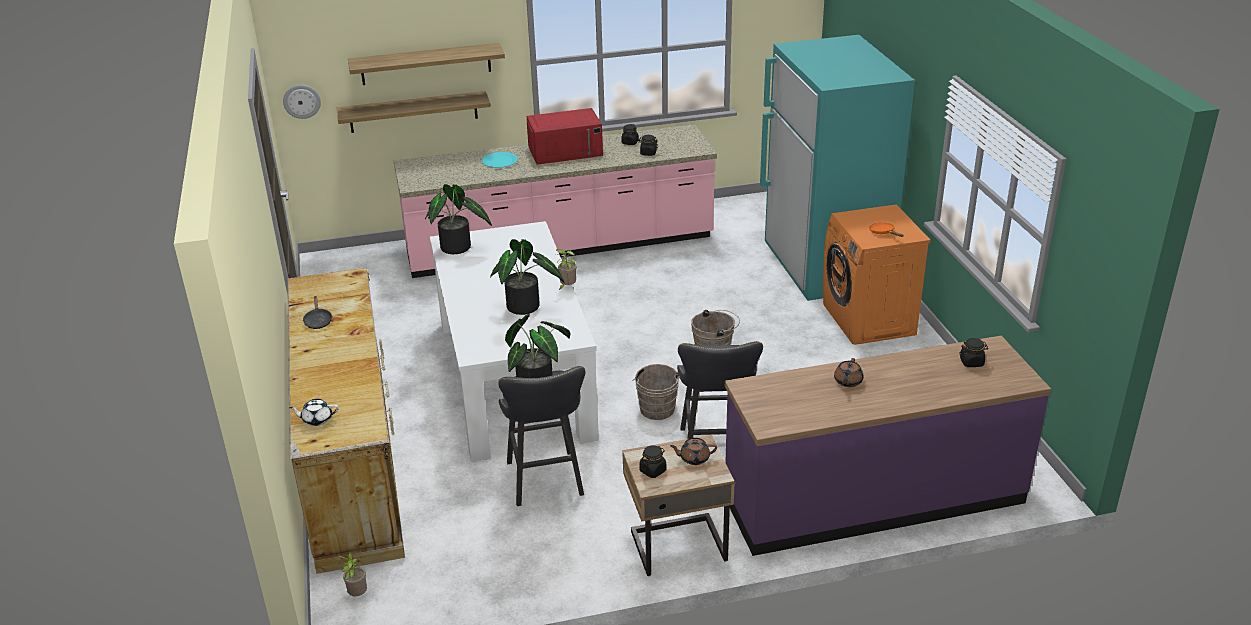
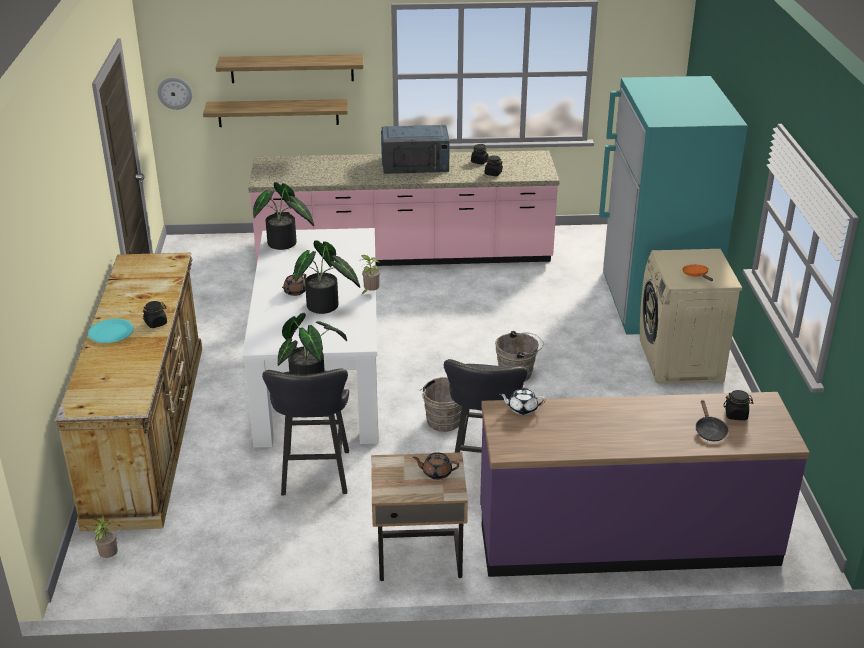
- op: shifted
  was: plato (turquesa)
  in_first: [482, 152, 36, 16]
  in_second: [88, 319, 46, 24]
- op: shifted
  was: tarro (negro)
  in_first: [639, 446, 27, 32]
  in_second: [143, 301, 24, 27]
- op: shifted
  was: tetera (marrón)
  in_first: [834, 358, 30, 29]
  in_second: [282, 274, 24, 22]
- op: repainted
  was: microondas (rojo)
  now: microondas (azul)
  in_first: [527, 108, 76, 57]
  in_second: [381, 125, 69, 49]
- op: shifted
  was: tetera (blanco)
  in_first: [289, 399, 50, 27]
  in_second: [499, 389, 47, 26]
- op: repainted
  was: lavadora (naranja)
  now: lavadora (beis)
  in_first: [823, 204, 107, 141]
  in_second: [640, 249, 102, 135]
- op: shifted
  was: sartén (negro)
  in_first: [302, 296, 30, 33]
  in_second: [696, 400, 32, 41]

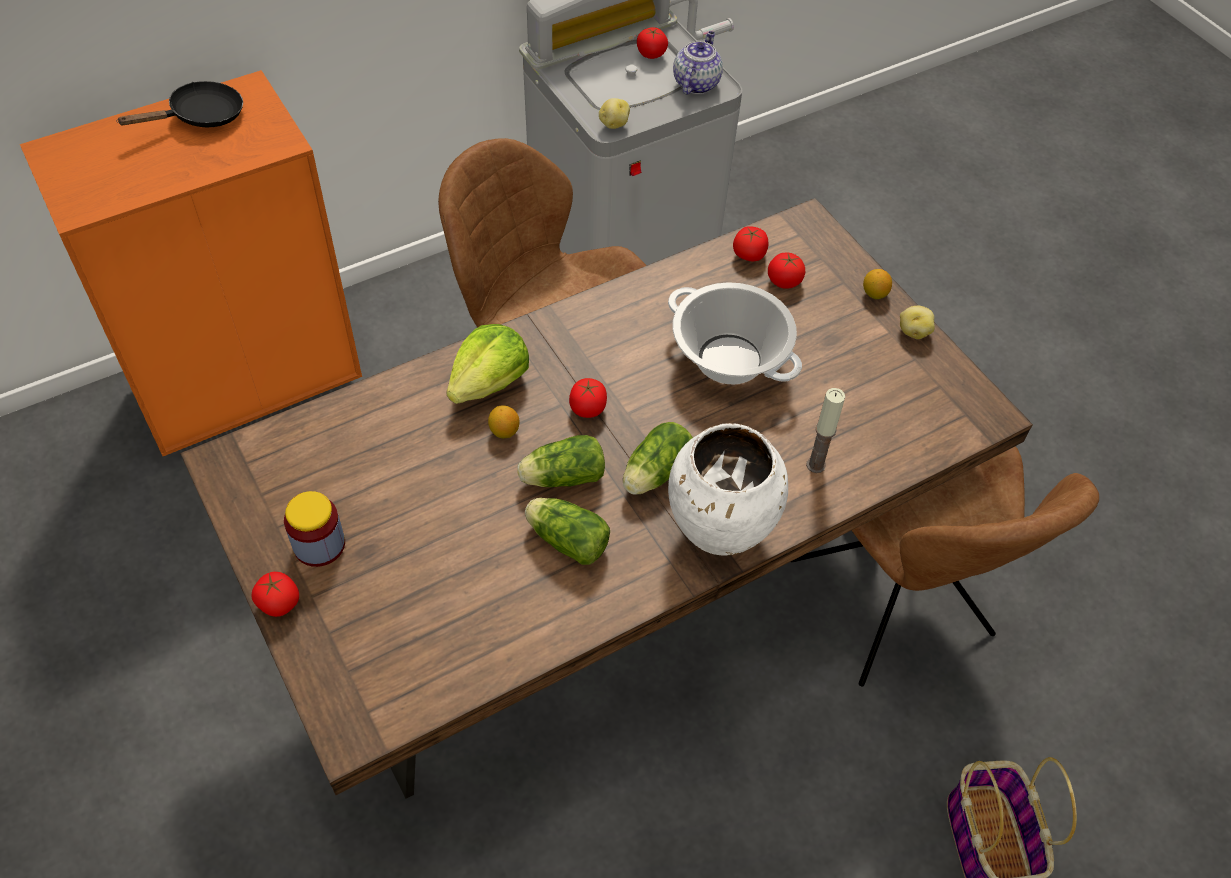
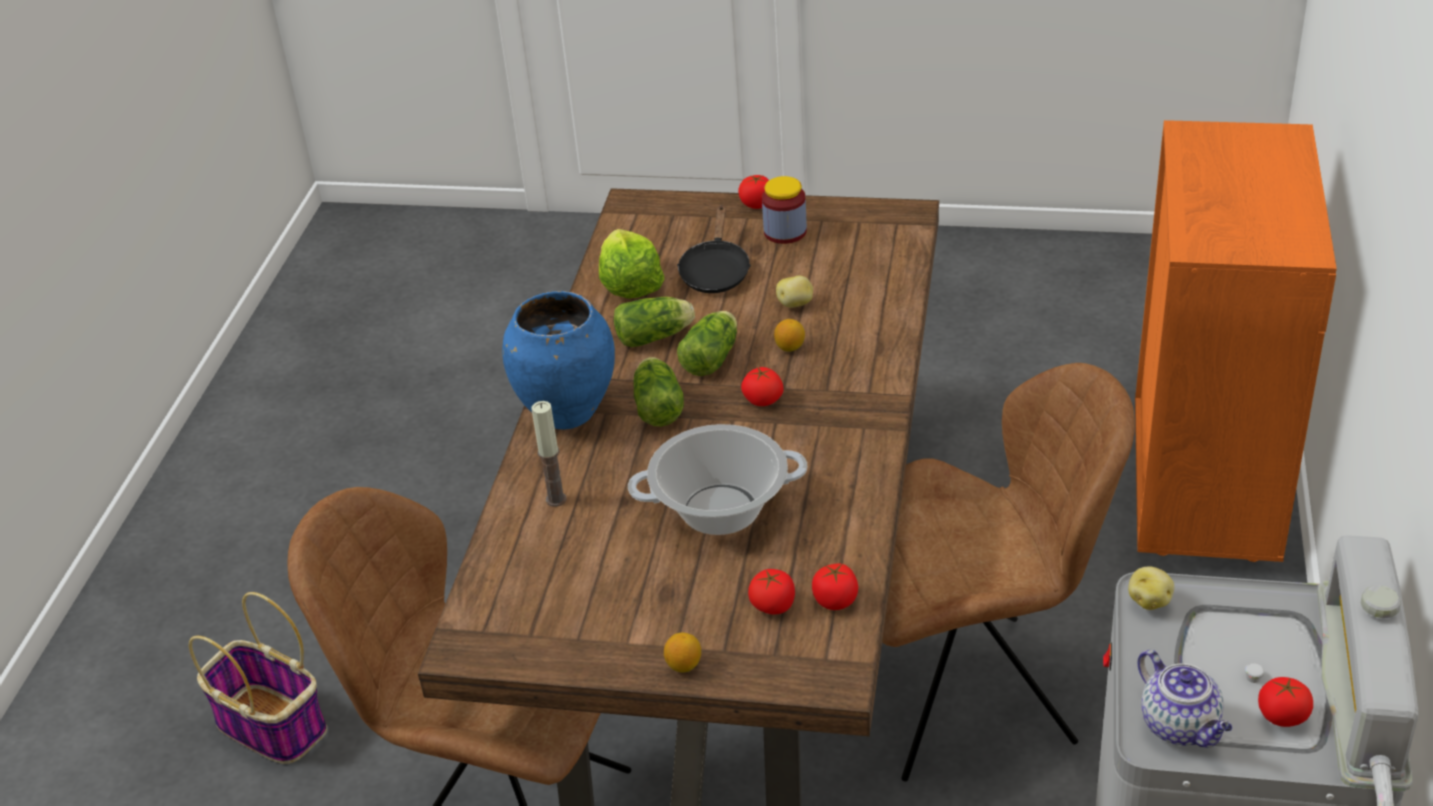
- op: repainted
  was: florero (blanco)
  now: florero (azul)
  in_first: [668, 423, 120, 132]
  in_second: [502, 291, 113, 139]
- op: shifted
  was: lechuga
  in_first: [446, 324, 83, 80]
  in_second: [599, 229, 65, 70]
- op: shifted
  was: sartén (negro)
  in_first: [116, 81, 127, 46]
  in_second: [677, 205, 74, 88]
- op: shifted
  was: patata
  in_first: [900, 306, 35, 33]
  in_second: [776, 275, 37, 33]

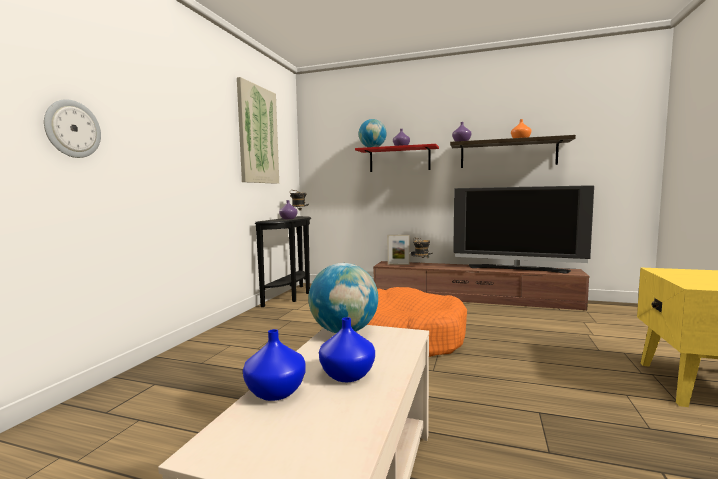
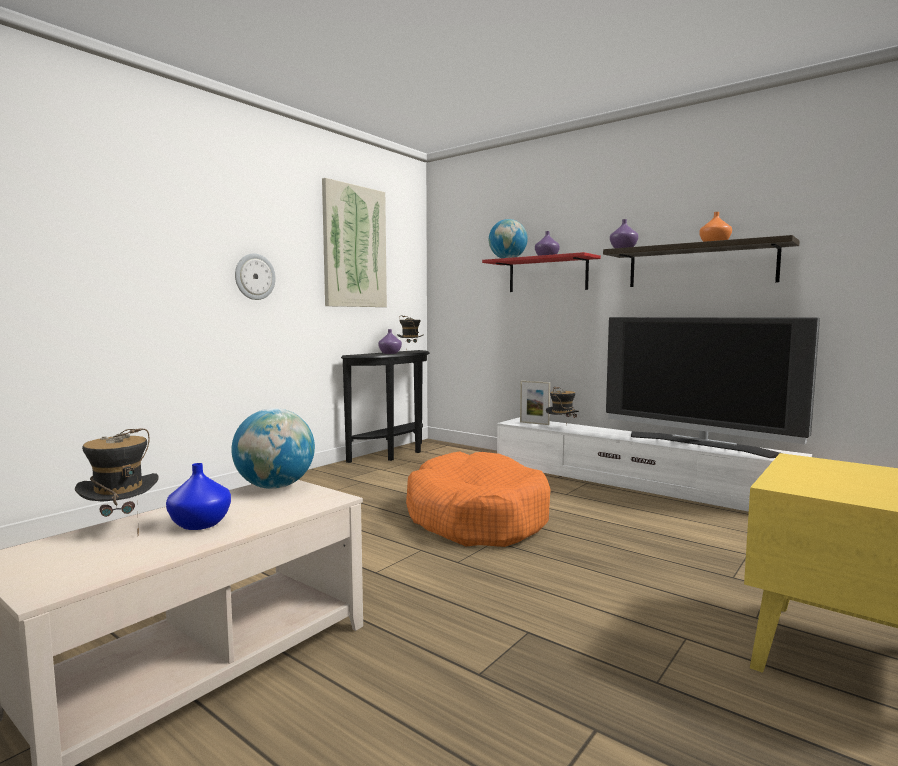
- op: swapped
  was: florero (azul)
  now: sombrero
  in_first: [243, 329, 63, 72]
  in_second: [75, 428, 84, 106]
- op: shifted
  was: reloj de pared
  in_first: [44, 99, 57, 59]
  in_second: [235, 253, 41, 47]
- op: repainted
  was: mueble de televisión (marrón)
  now: mueble de televisión (blanco)
  in_first: [373, 261, 217, 49]
  in_second: [497, 417, 315, 95]

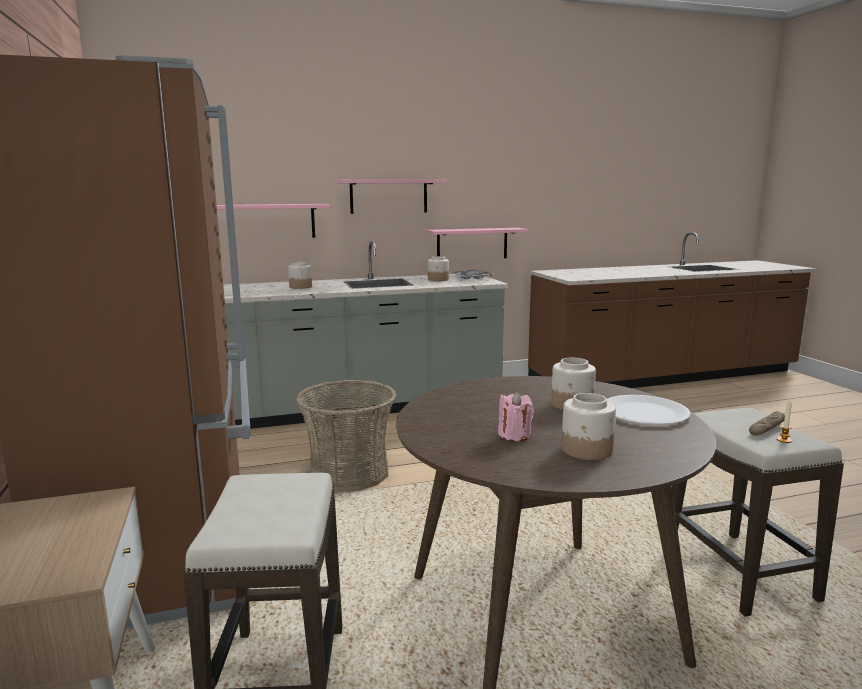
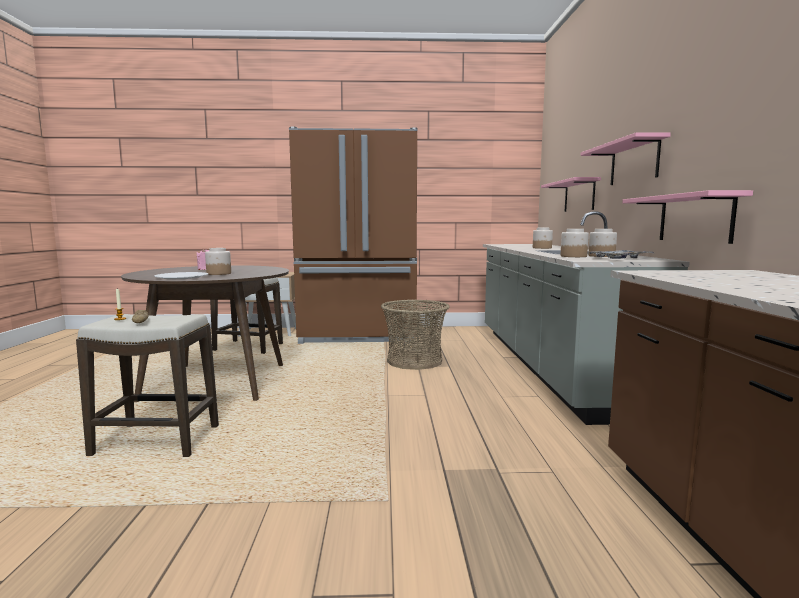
- op: shifted
  was: tarro
  in_first: [561, 393, 55, 67]
  in_second: [561, 229, 28, 28]

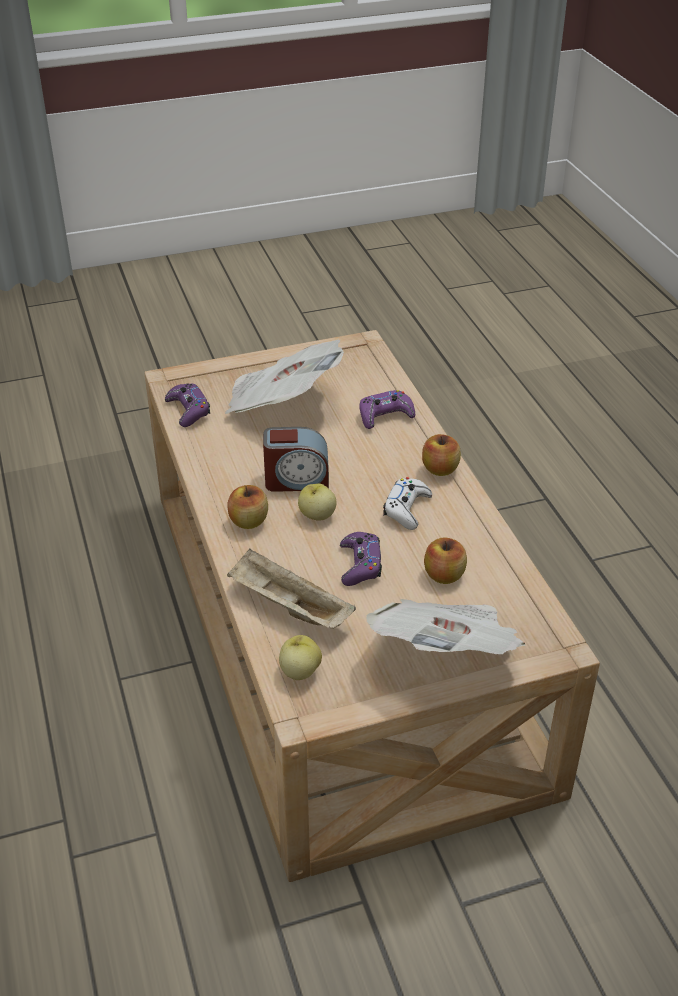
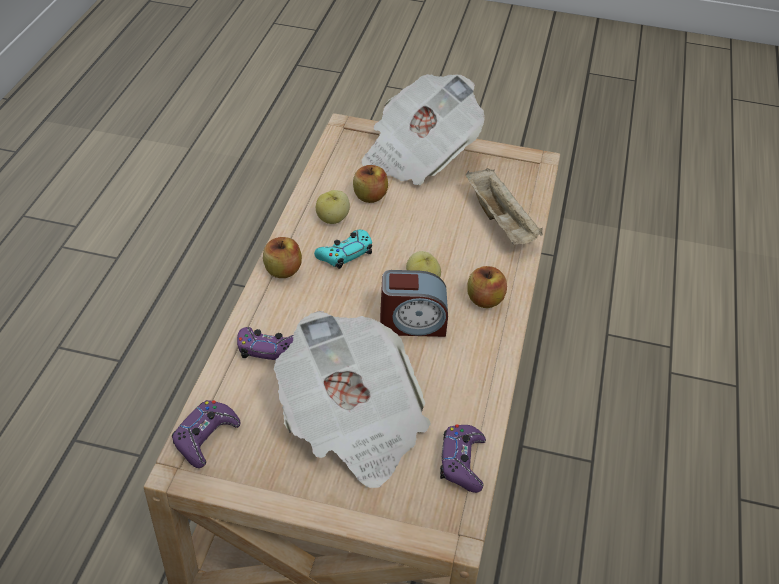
- op: shifted
  was: mando de consola (morado)
  in_first: [340, 532, 42, 54]
  in_second: [172, 400, 69, 68]
- op: repainted
  was: mando de consola (blanco)
  now: mando de consola (turquesa)
  in_first: [383, 477, 49, 53]
  in_second: [314, 230, 58, 39]
- op: shifted
  was: manzana
  in_first: [279, 635, 43, 45]
  in_second: [316, 190, 34, 34]
- op: rotated
  was: despertador
  in_first: [263, 427, 66, 65]
  in_second: [380, 270, 68, 67]
  clockwise: 150

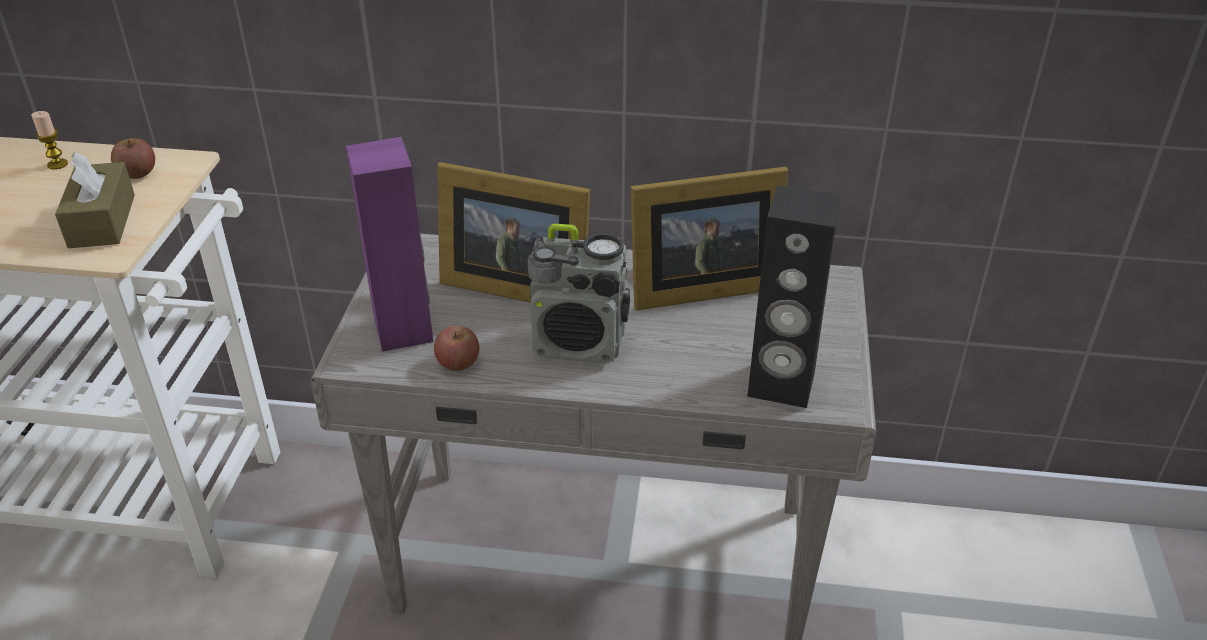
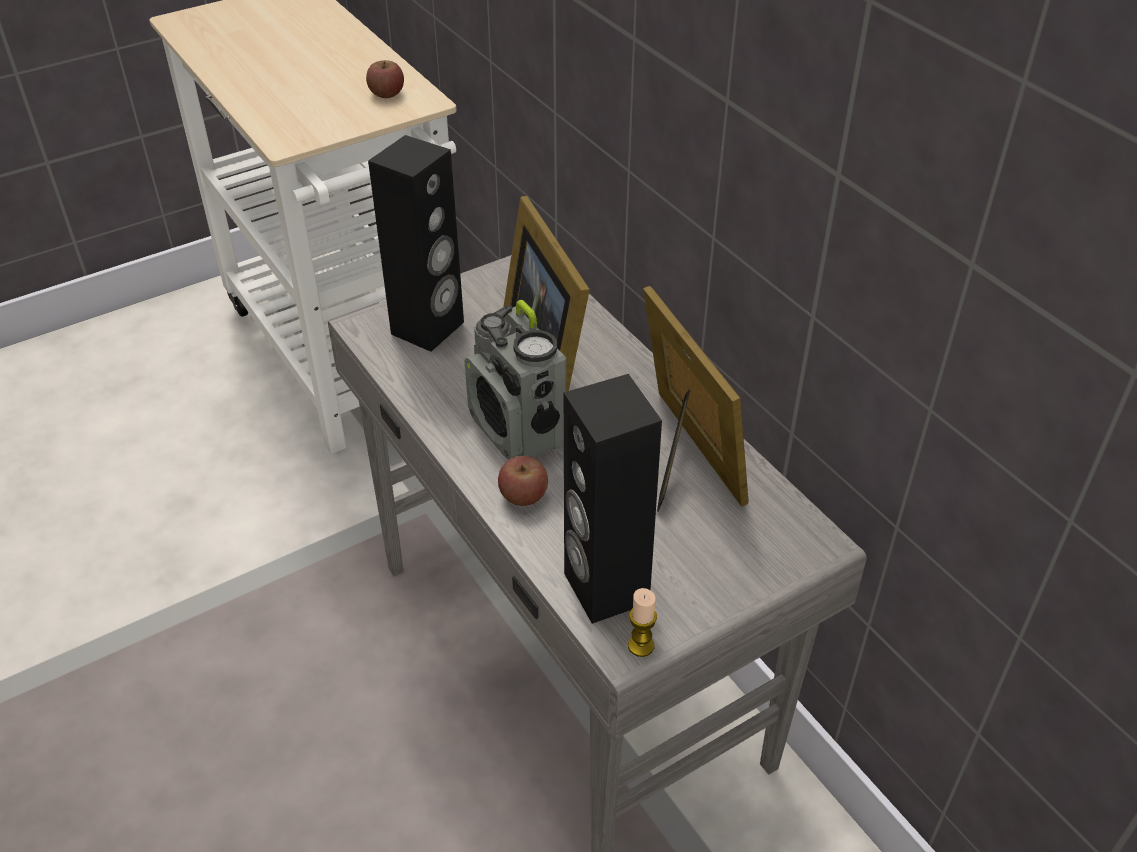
- op: repainted
  was: altavoz (morado)
  now: altavoz (negro)
  in_first: [346, 137, 87, 215]
  in_second: [368, 135, 96, 217]
- op: shifted
  was: manzana
  in_first: [434, 326, 45, 45]
  in_second: [498, 456, 50, 50]
- op: shifted
  was: vela
  in_first: [31, 111, 37, 59]
  in_second: [628, 588, 29, 69]
- op: rotated
  was: portarretratos
  in_first: [631, 167, 157, 143]
  in_second: [643, 286, 106, 226]
  clockwise: -150
- op: gone
  was: caja de pañuelos (marrón)
  in_first: [55, 152, 80, 96]

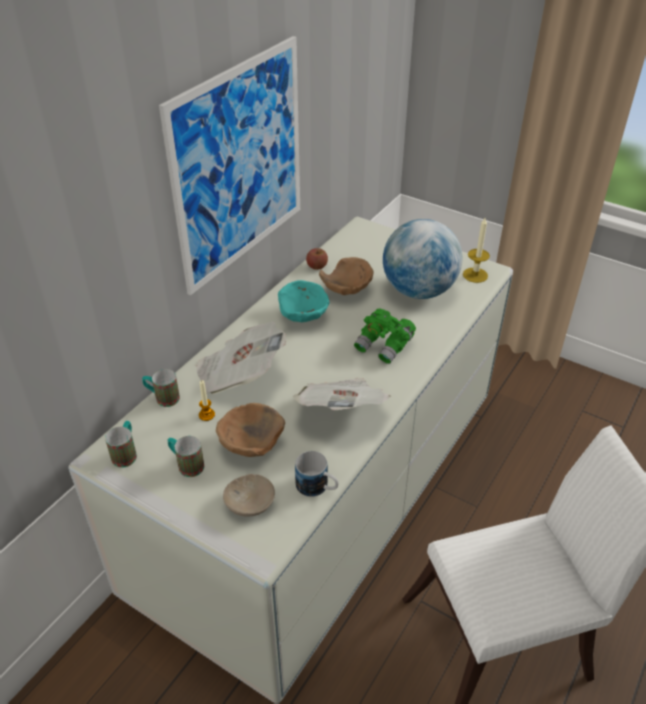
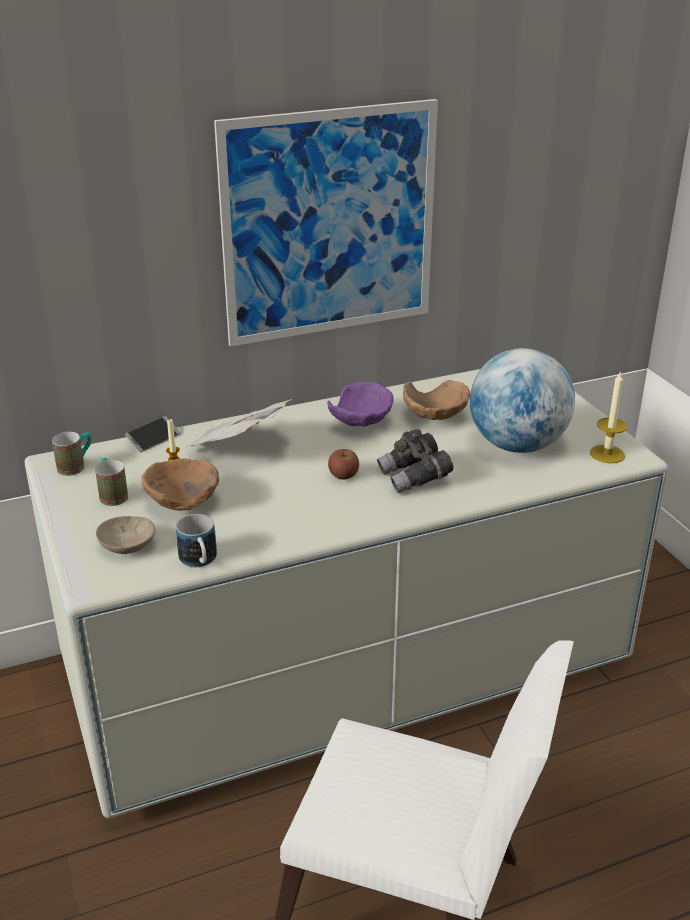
- op: swapped
  was: taza grande
  now: móvil
  in_first: [142, 369, 38, 38]
  in_second: [125, 416, 56, 36]
- op: repainted
  was: cuenco (turquesa)
  now: cuenco (morado)
  in_first: [278, 280, 51, 42]
  in_second: [327, 382, 67, 45]
- op: shifted
  was: manzana
  in_first: [306, 248, 22, 22]
  in_second: [328, 449, 31, 31]
- op: repainted
  was: prismáticos (verde)
  now: prismáticos (gris)
  in_first: [354, 309, 62, 55]
  in_second: [377, 430, 77, 64]
- op: gone
  was: periódico
  in_first: [293, 378, 98, 32]

